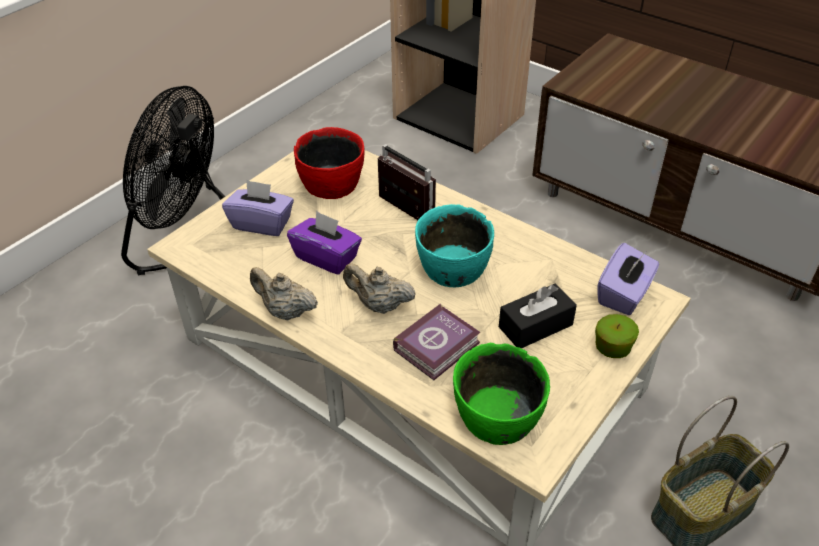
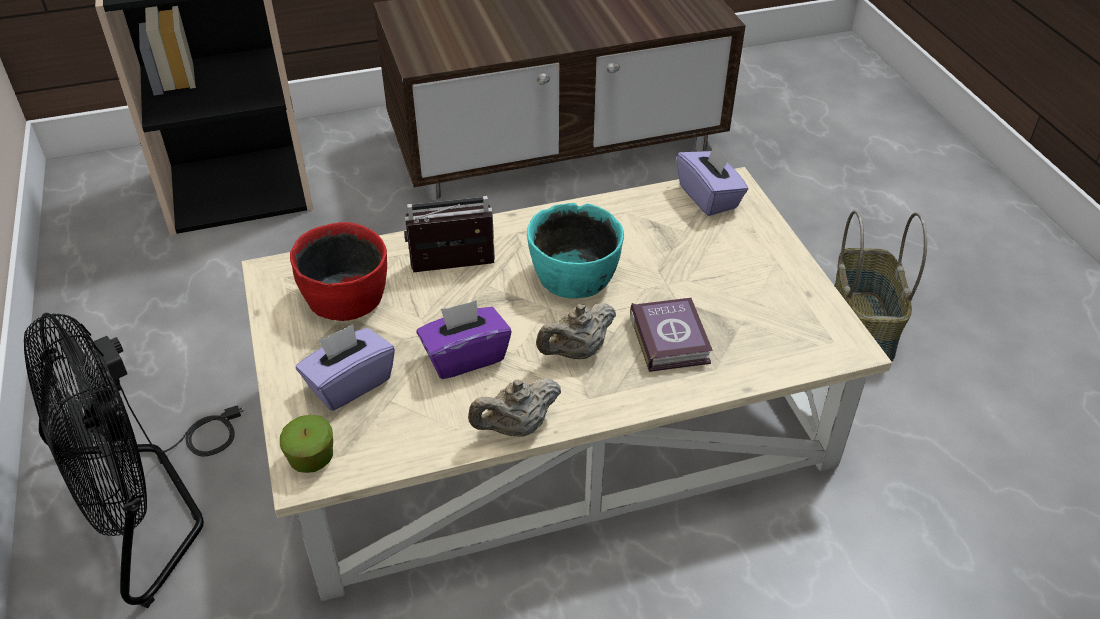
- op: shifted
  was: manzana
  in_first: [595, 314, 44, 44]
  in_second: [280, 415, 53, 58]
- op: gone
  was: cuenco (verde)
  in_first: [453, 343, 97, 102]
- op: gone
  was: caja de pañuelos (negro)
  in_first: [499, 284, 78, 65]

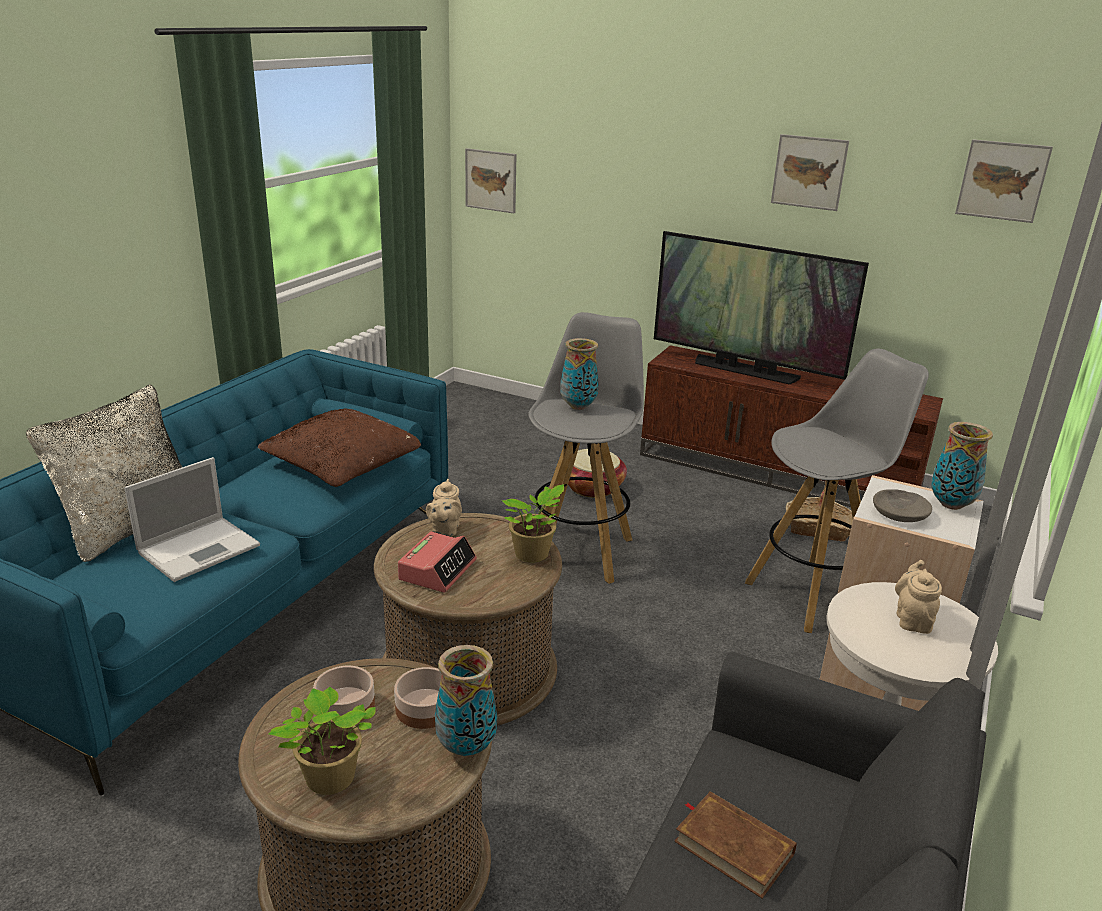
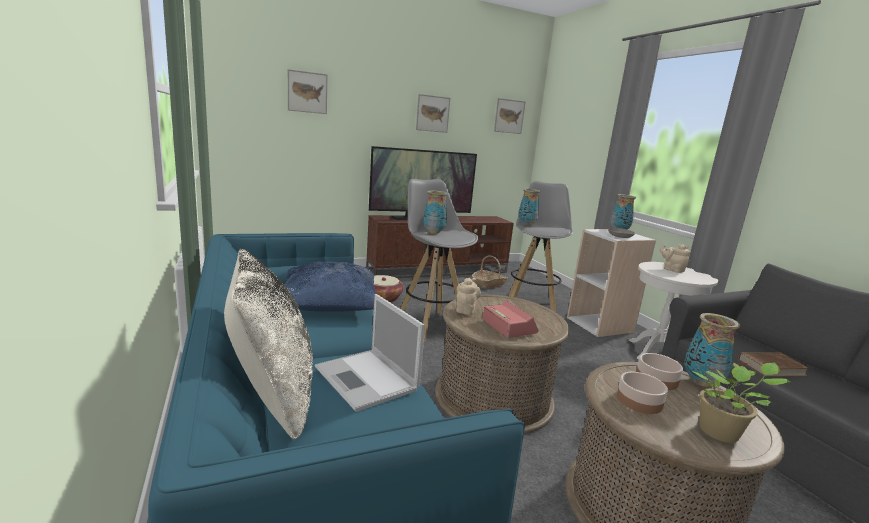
- op: repainted
  was: cojín (marrón)
  now: cojín (azul)
  in_first: [258, 408, 163, 79]
  in_second: [285, 261, 91, 51]
- op: shifted
  was: cuadro
  in_first: [465, 148, 51, 65]
  in_second: [288, 69, 40, 45]
- op: rotated
  was: portátil
  in_first: [124, 457, 136, 125]
  in_second: [315, 294, 110, 118]
  clockwise: 150
- op: rotated
  was: tetera (beis)
  in_first: [426, 479, 36, 58]
  in_second: [456, 277, 25, 38]
  clockwise: -120
- op: new
  now: florero
  in_second: [518, 189, 22, 37]
- op: gone
  was: planta en maceta
  in_first: [501, 484, 63, 78]

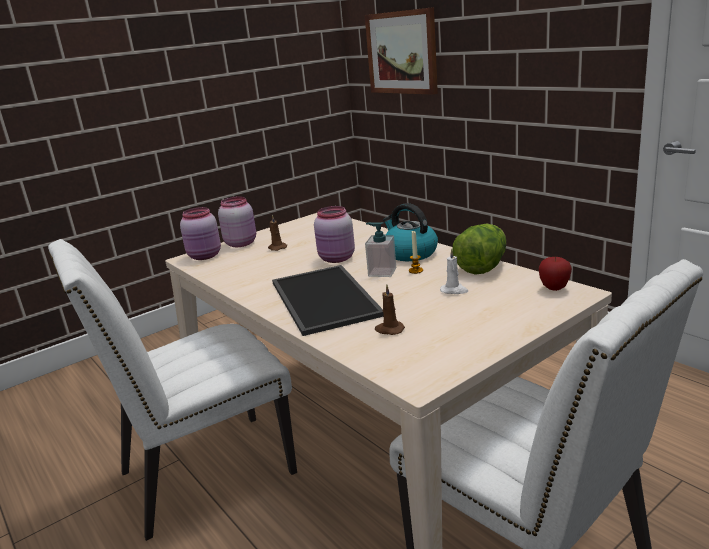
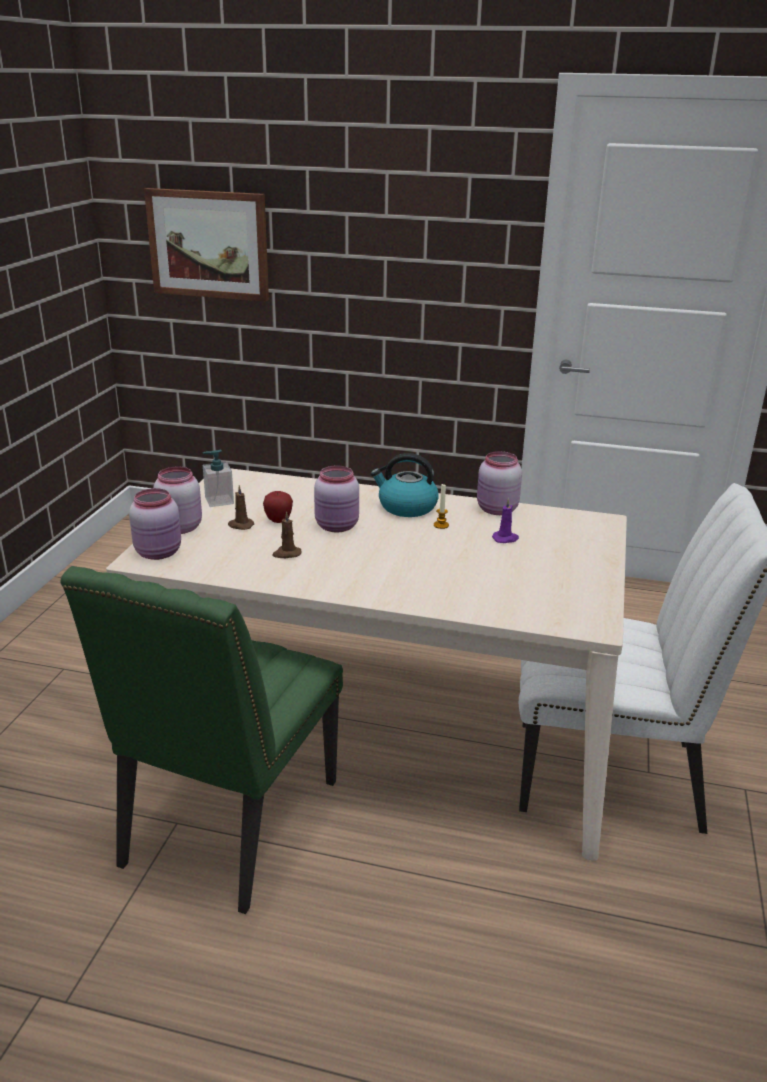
- op: repainted
  was: silla (blanco)
  now: silla (verde)
  in_first: [48, 239, 249, 302]
  in_second: [61, 566, 282, 348]
- op: shifted
  was: dispensador de jabón
  in_first: [365, 222, 31, 55]
  in_second: [203, 450, 31, 57]
- op: shifted
  was: manzana
  in_first: [539, 257, 33, 34]
  in_second: [263, 491, 30, 32]
- op: shifted
  was: vela (marrón)
  in_first: [375, 284, 30, 51]
  in_second: [272, 511, 29, 47]
- op: swapped
  was: lechuga
  now: tarro (rosa)
  in_first: [452, 224, 55, 51]
  in_second: [477, 451, 45, 64]
- op: repainted
  was: vela (blanco)
  now: vela (morado)
  in_first: [440, 249, 28, 45]
  in_second: [492, 498, 27, 45]
- op: gone
  was: bandeja
  in_first: [272, 265, 112, 71]

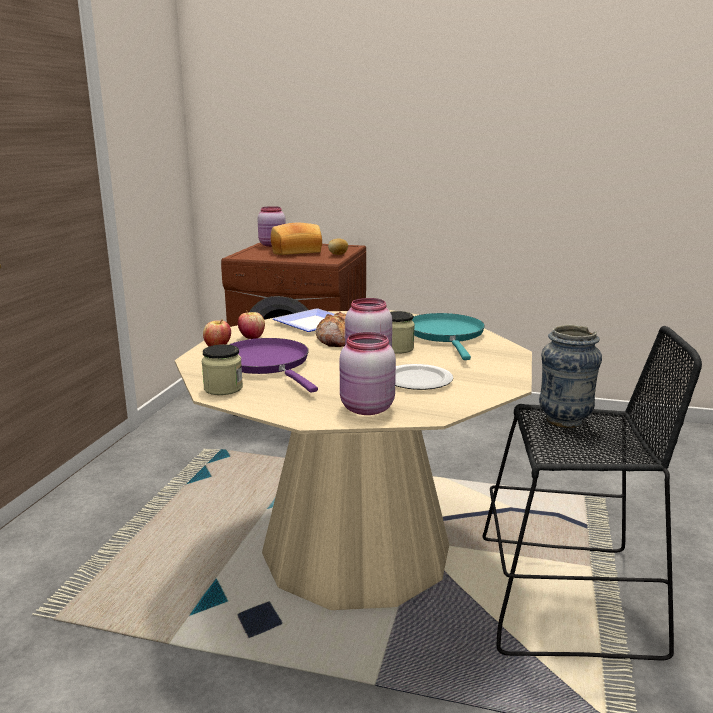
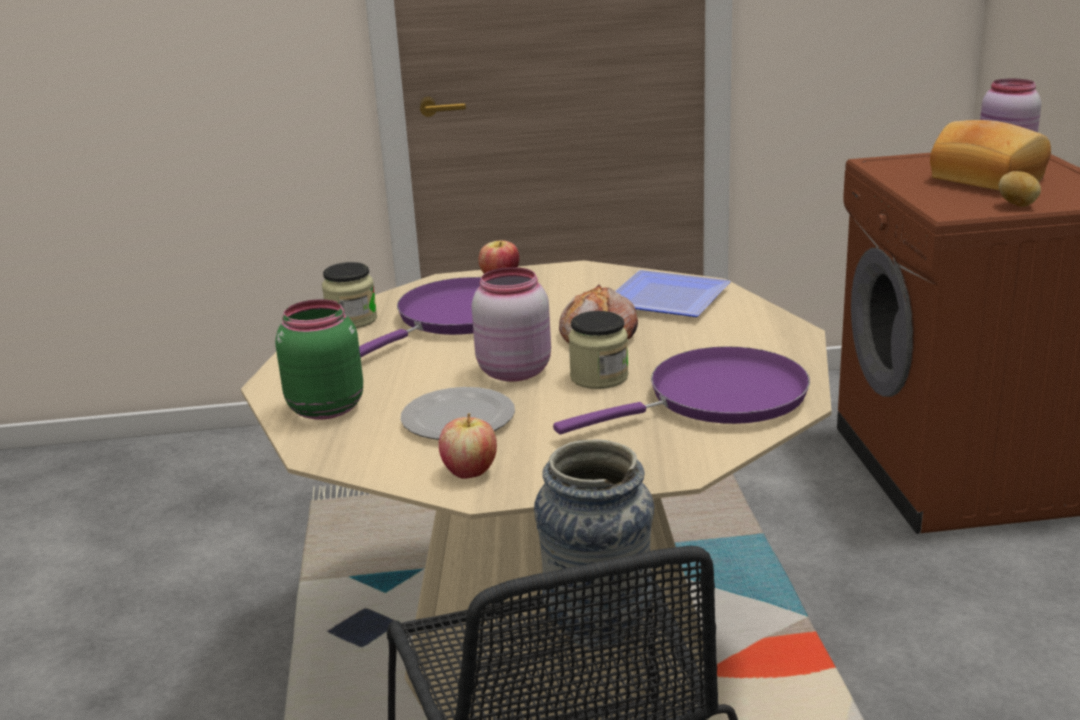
- op: repainted
  was: tarro (rosa)
  now: tarro (verde)
  in_first: [340, 332, 56, 83]
  in_second: [275, 299, 88, 121]
- op: shifted
  was: manzana
  in_first: [238, 310, 27, 29]
  in_second: [439, 413, 58, 65]
- op: repainted
  was: sartén (turquesa)
  now: sartén (morado)
  in_first: [412, 313, 73, 47]
  in_second: [553, 346, 257, 88]

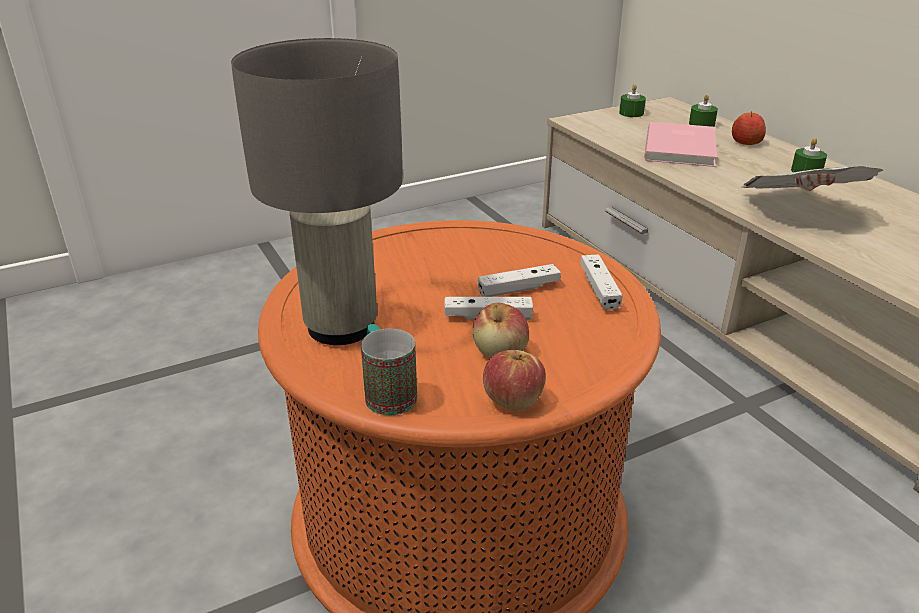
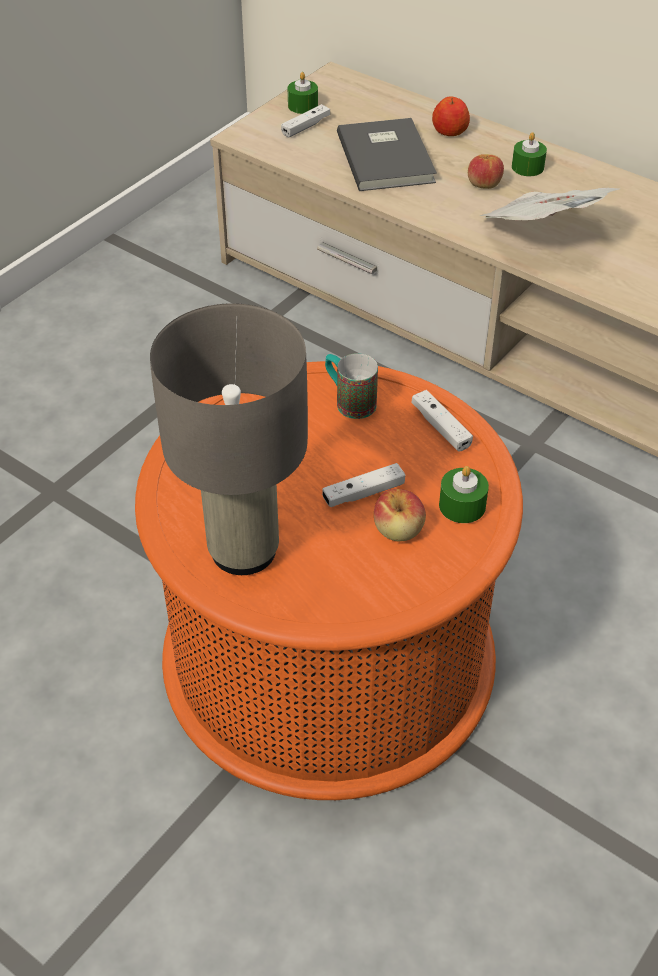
- op: shifted
  was: mando de consola (blanco)
  in_first: [478, 264, 83, 33]
  in_second: [281, 104, 49, 33]
- op: shifted
  was: taza grande
  in_first: [361, 324, 56, 91]
  in_second: [325, 353, 53, 66]
- op: repainted
  was: libro (rosa)
  now: libro (gris)
  in_first: [644, 122, 73, 45]
  in_second: [337, 118, 100, 73]
- op: shifted
  was: vela (verde)
  in_first: [689, 94, 29, 33]
  in_second: [439, 466, 50, 57]
- op: shifted
  was: manzana
  in_first: [483, 350, 63, 60]
  in_second: [468, 154, 36, 35]

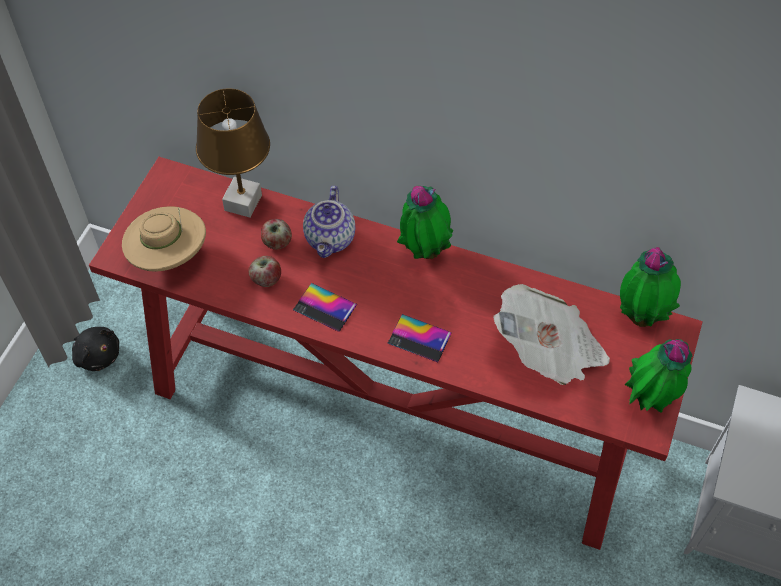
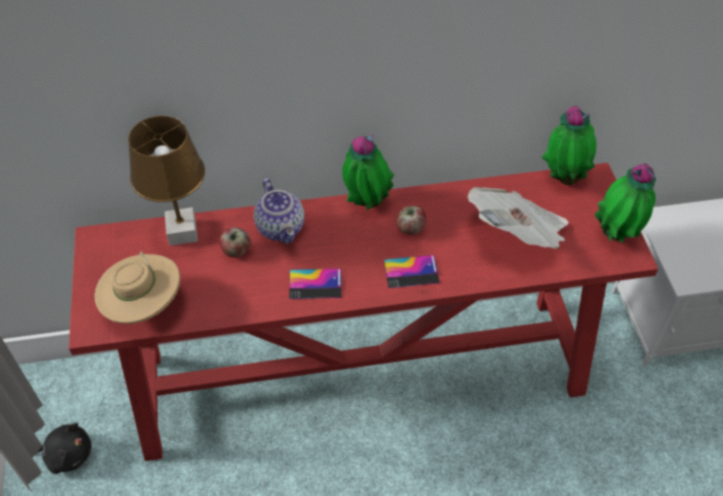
- op: shifted
  was: manzana
  in_first: [248, 256, 33, 31]
  in_second: [397, 206, 29, 29]

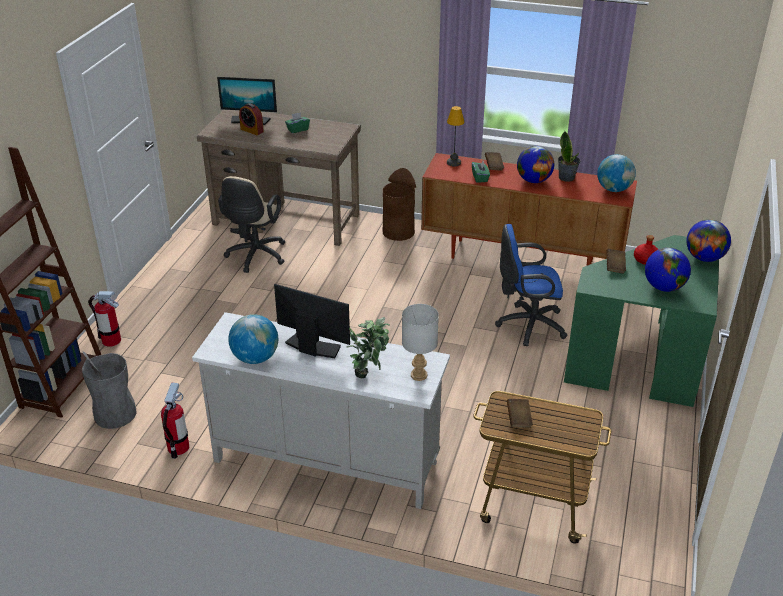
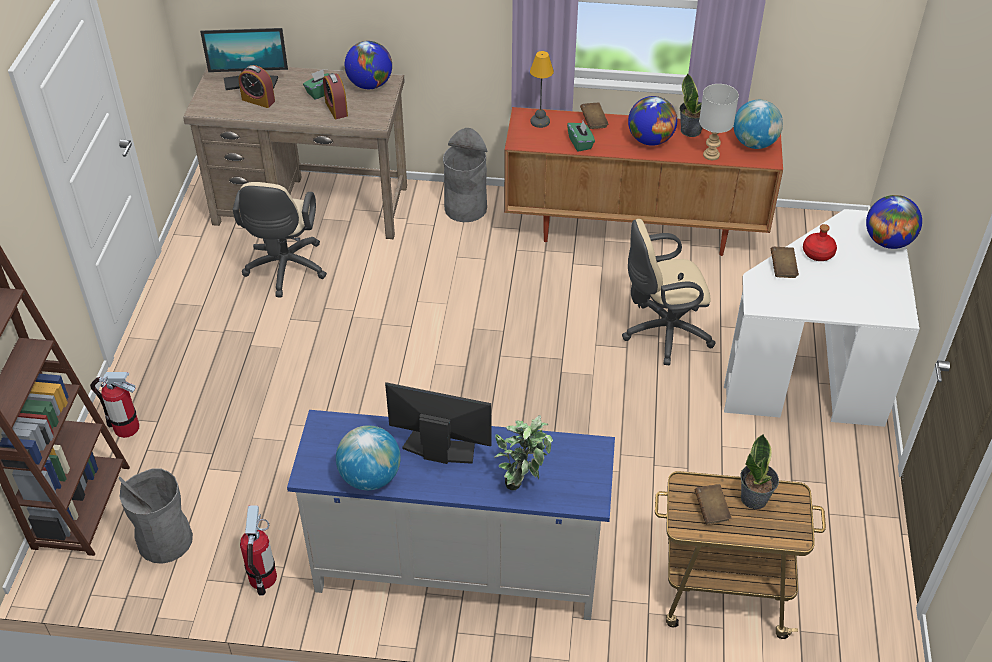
- op: repainted
  was: cómoda (blanco)
  now: cómoda (azul)
  in_first: [192, 312, 258, 197]
  in_second: [287, 410, 328, 210]
- op: new
  now: despertador
  in_second: [323, 73, 25, 46]
- op: shifted
  was: globo terráqueo
  in_first: [645, 247, 46, 45]
  in_second: [345, 41, 47, 48]
- op: repainted
  was: papelera (marrón)
  now: papelera (gris)
  in_first: [383, 168, 33, 73]
  in_second: [443, 128, 44, 94]
- op: repainted
  was: silla de oficina (azul)
  now: silla de oficina (beis)
  in_first: [495, 224, 73, 122]
  in_second: [622, 219, 94, 146]
- op: shifted
  was: lámpara de mesa (gris)
  in_first: [402, 304, 37, 77]
  in_second: [699, 84, 40, 76]
- op: repainted
  was: escritorio (verde)
  now: escritorio (blanco)
  in_first: [564, 235, 155, 172]
  in_second: [724, 209, 196, 218]
- op: new
  now: planta en maceta
  in_second: [740, 434, 39, 75]

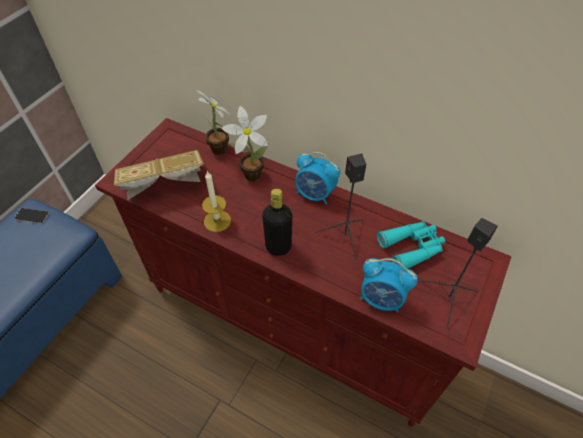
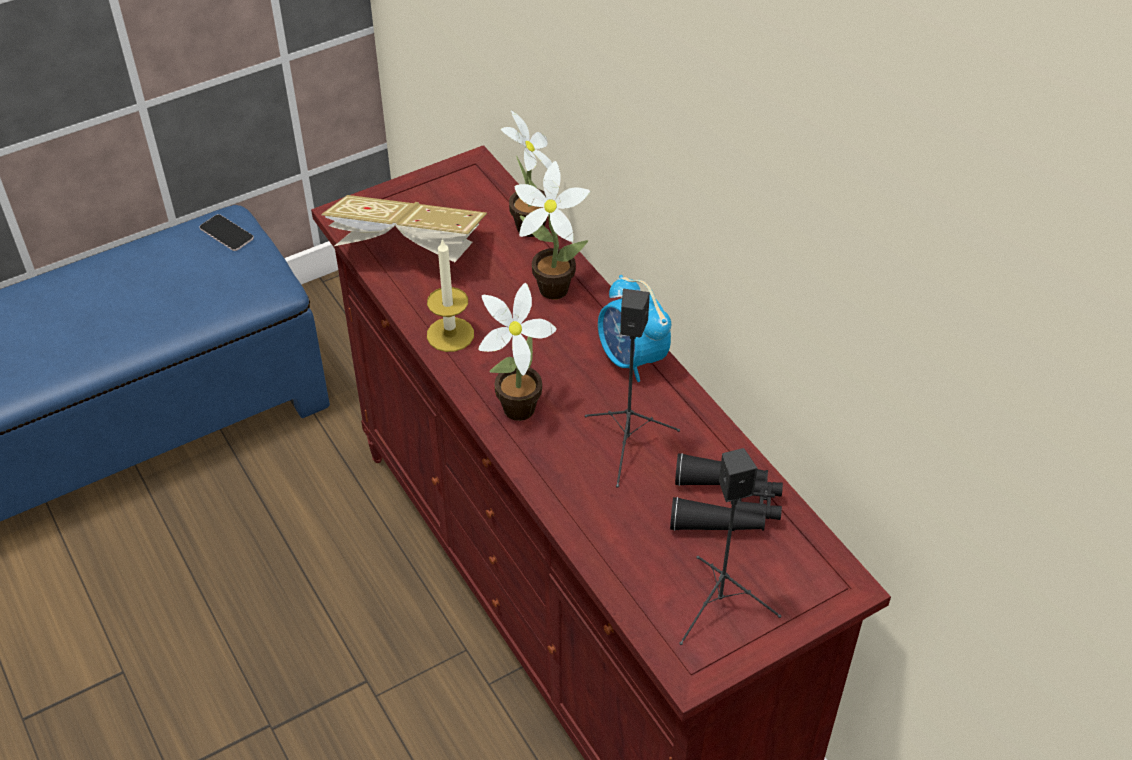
- op: swapped
  was: botella (negro)
  now: planta en maceta
  in_first: [262, 188, 30, 68]
  in_second: [478, 283, 79, 138]
- op: repainted
  was: prismáticos (turquesa)
  now: prismáticos (negro)
  in_first: [377, 221, 68, 48]
  in_second: [670, 453, 113, 78]
- op: gone
  was: despertador
  in_first: [360, 258, 57, 54]

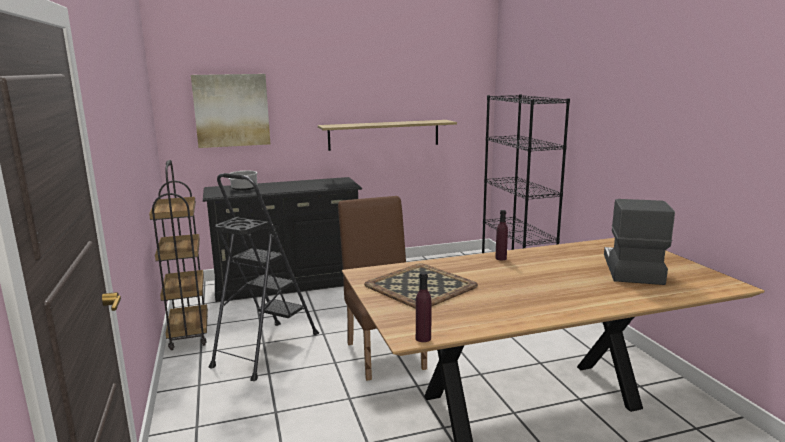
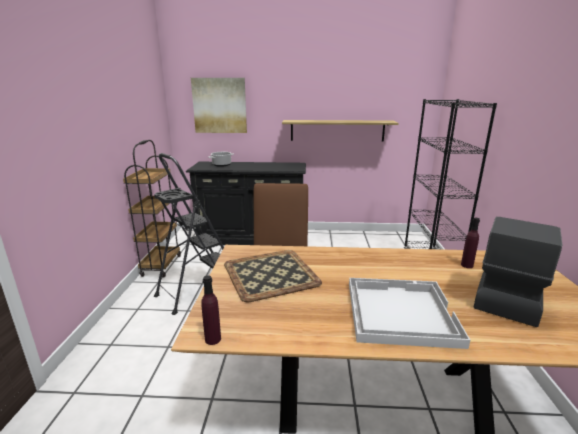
- op: new
  now: bandeja (blanco)
  in_second: [349, 278, 122, 71]
- op: shifted
  was: botella (morado)
  in_first: [495, 210, 13, 50]
  in_second: [461, 217, 19, 51]

